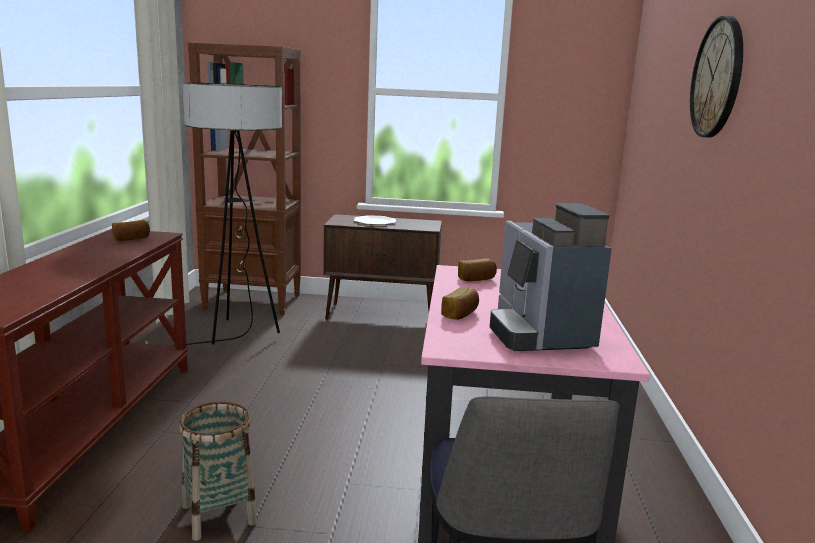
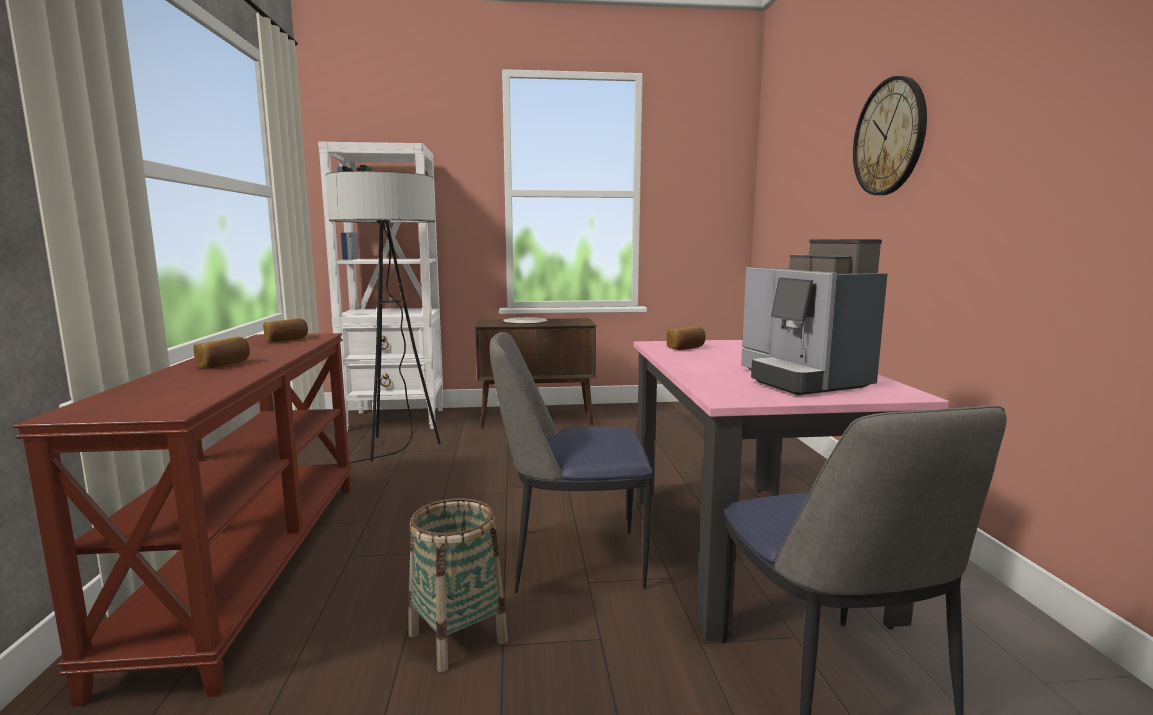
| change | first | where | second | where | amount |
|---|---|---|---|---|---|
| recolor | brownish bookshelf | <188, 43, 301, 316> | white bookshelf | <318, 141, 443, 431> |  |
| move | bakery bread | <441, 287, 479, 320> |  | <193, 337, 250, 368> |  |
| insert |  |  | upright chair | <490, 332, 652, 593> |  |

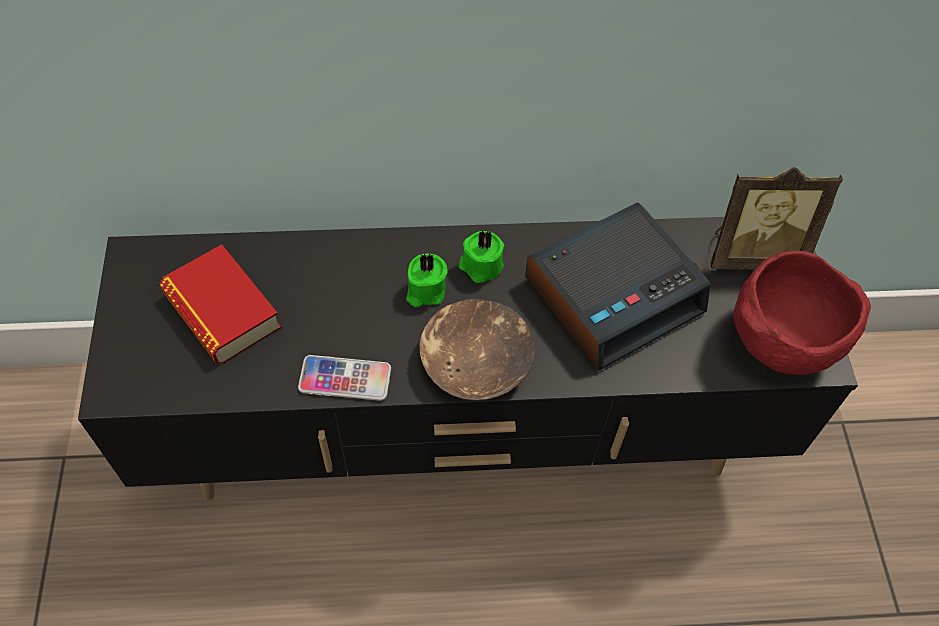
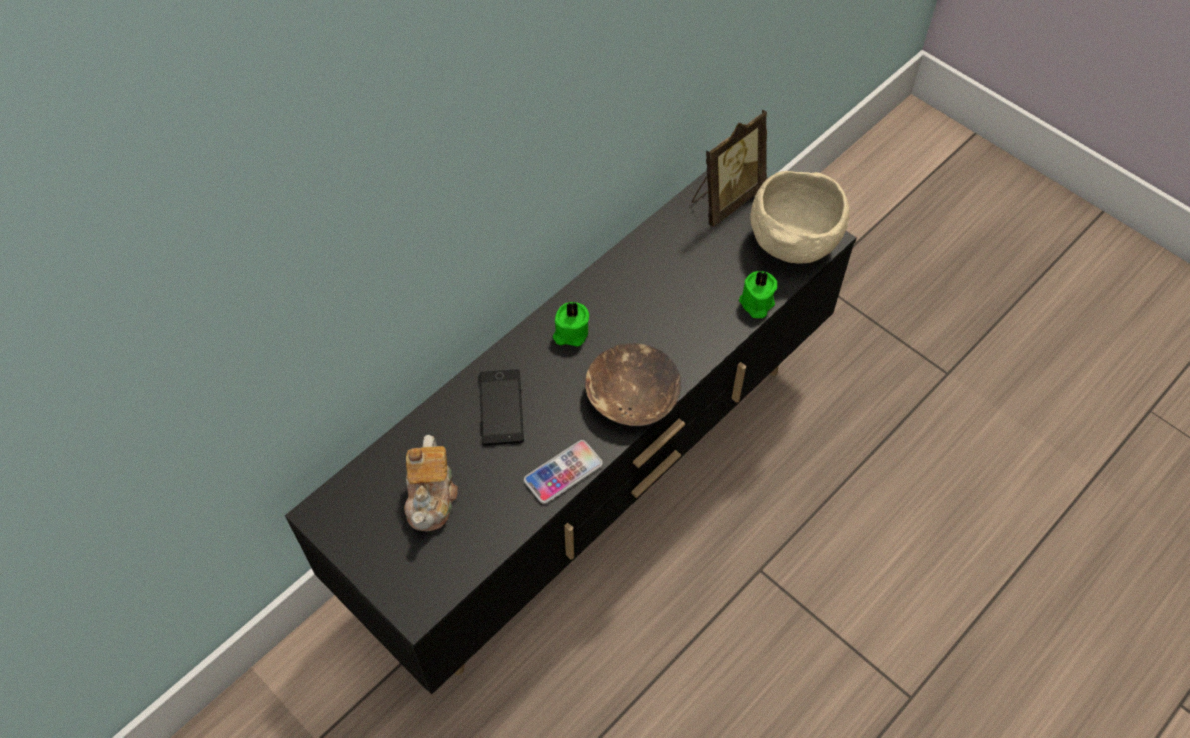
| change | first | where | second | where | amount |
|---|---|---|---|---|---|
| replace | book | <159, 244, 281, 364> | teapot | <404, 435, 458, 531> |  |
| move | green wax candle | <406, 254, 448, 307> |  | <739, 271, 777, 318> |  |
| delete | alarm clock | <525, 202, 711, 371> |  |  |  |
| recolor | red bowl | <733, 251, 871, 375> | beige bowl | <750, 171, 849, 264> |  |
| insert |  |  | telephone | <479, 369, 524, 445> |  |

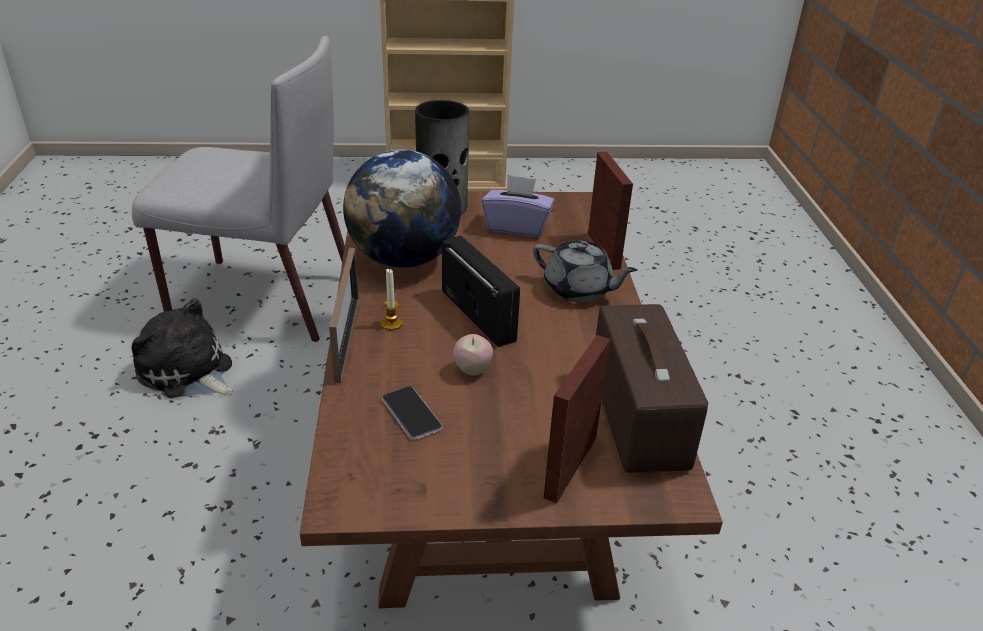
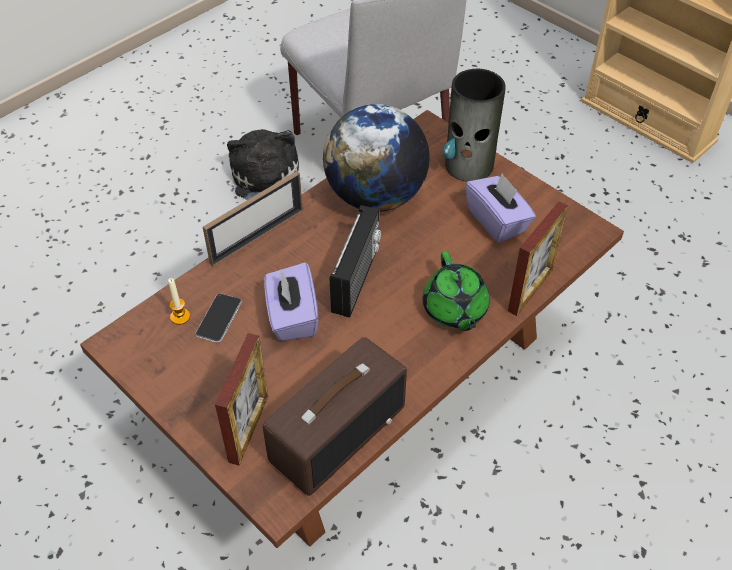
| change | first | where | second | where | amount |
|---|---|---|---|---|---|
| move | wax candle | <381, 268, 403, 330> |  | <168, 278, 190, 325> |  |
| replace | apple fruit | <453, 334, 493, 376> | purple-coloured box of tissues | <264, 262, 318, 341> |  |
| recolor | gray teapot | <533, 240, 638, 302> | green teapot | <423, 251, 490, 331> |  |
| rotate | picture frame | <544, 335, 610, 503> |  | <215, 333, 268, 466> | 120 degrees clockwise |

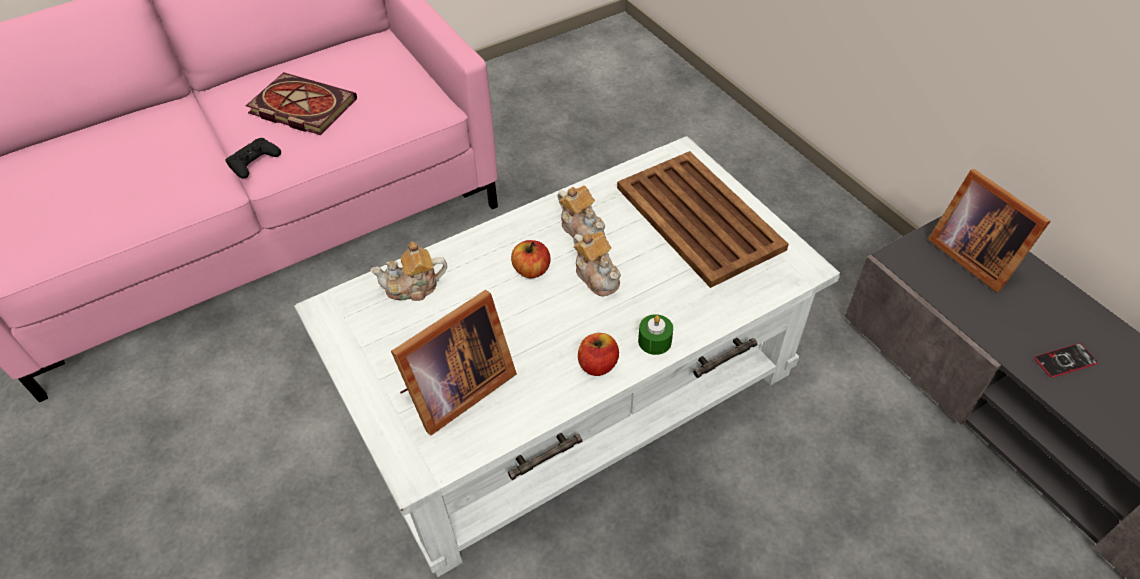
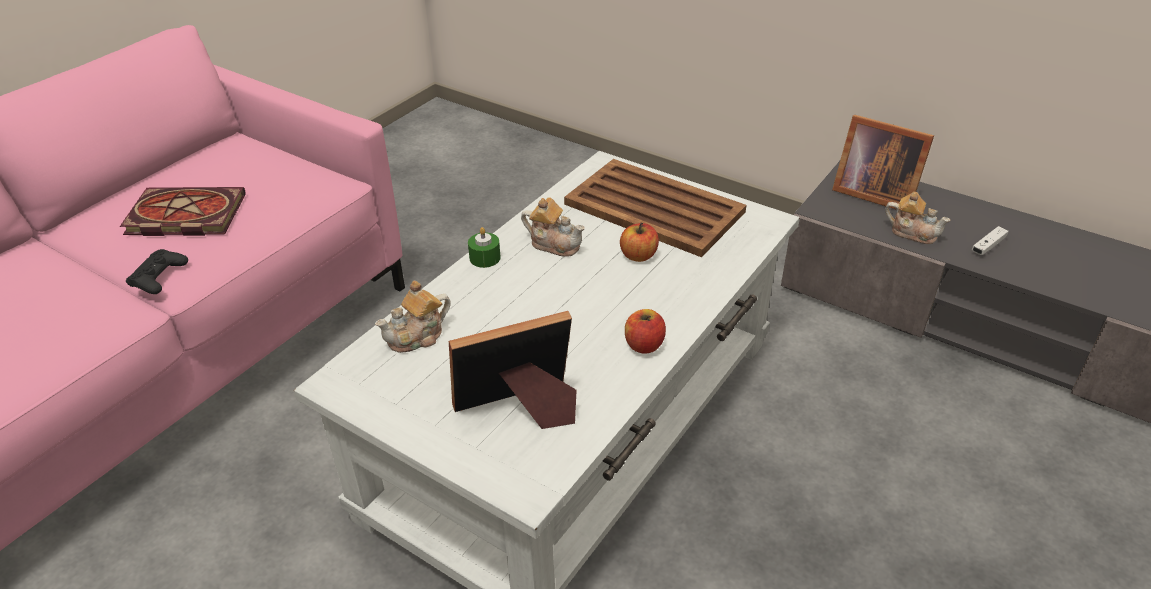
| change | first | where | second | where | amount |
|---|---|---|---|---|---|
| rotate | picture frame | <391, 290, 517, 436> |  | <449, 311, 577, 429> | 135 degrees counterclockwise |
| move | apple fruit | <511, 240, 551, 278> |  | <620, 223, 659, 262> |  |
| move | teapot | <573, 231, 621, 296> |  | <885, 192, 951, 244> |  |
| move | green wax candle | <638, 314, 673, 355> |  | <468, 227, 501, 268> |  |
| replace | telephone | <1035, 343, 1098, 378> | white gamepad | <972, 226, 1009, 255> |  |

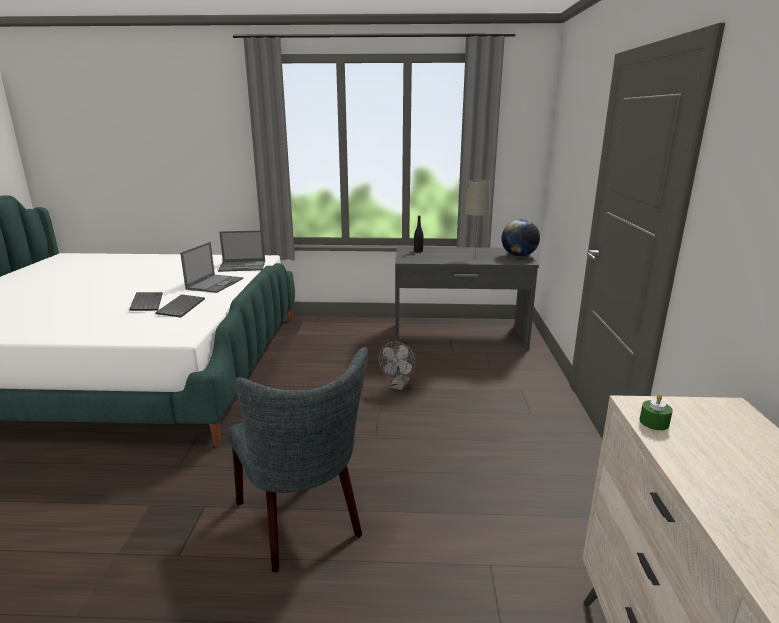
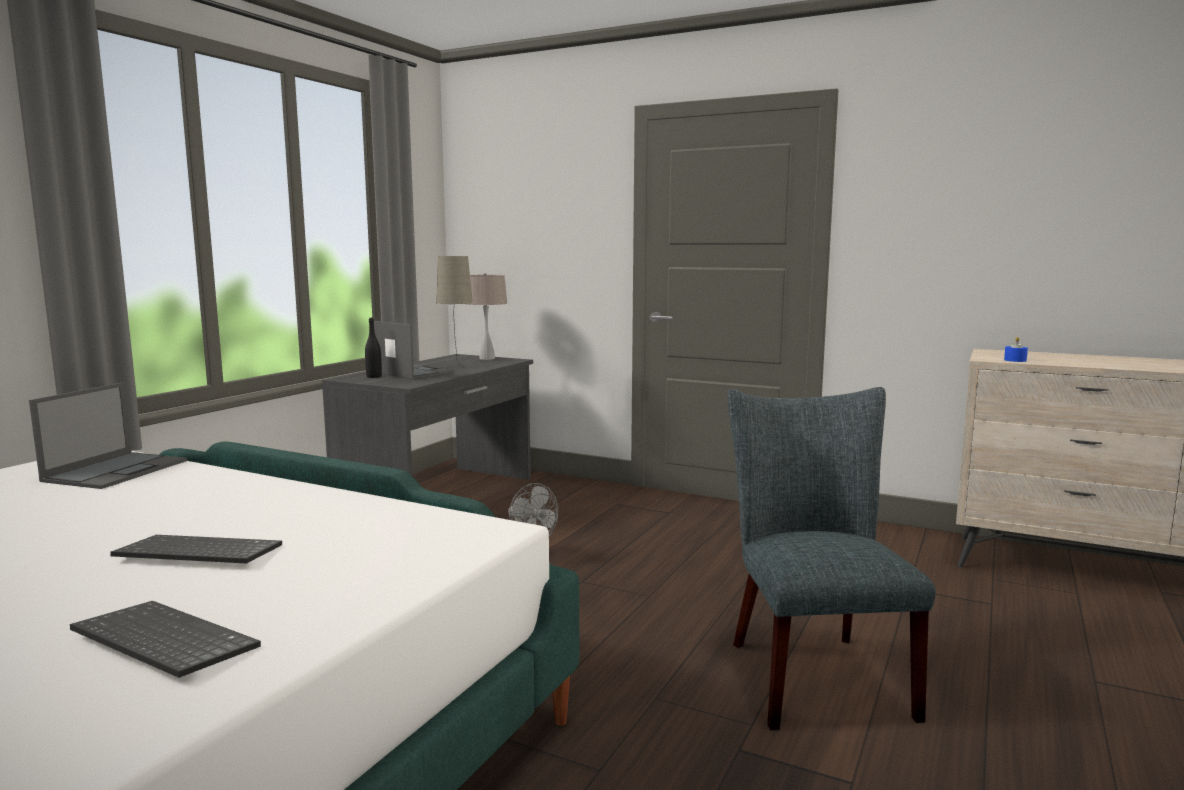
| change | first | where | second | where | amount |
|---|---|---|---|---|---|
| move | PC keyboard | <155, 294, 205, 318> |  | <70, 601, 261, 678> |  |
| move | portable computer | <180, 242, 243, 293> |  | <374, 321, 454, 379> |  |
| rotate | gray upright chair | <227, 347, 368, 572> |  | <728, 387, 936, 730> | 90 degrees counterclockwise |
| replace | world globe | <502, 219, 540, 257> | beige tabletop lamp | <467, 273, 507, 360> |  |
| recolor | green wax candle | <639, 394, 673, 430> | bluish wax candle | <1004, 337, 1028, 362> |  |

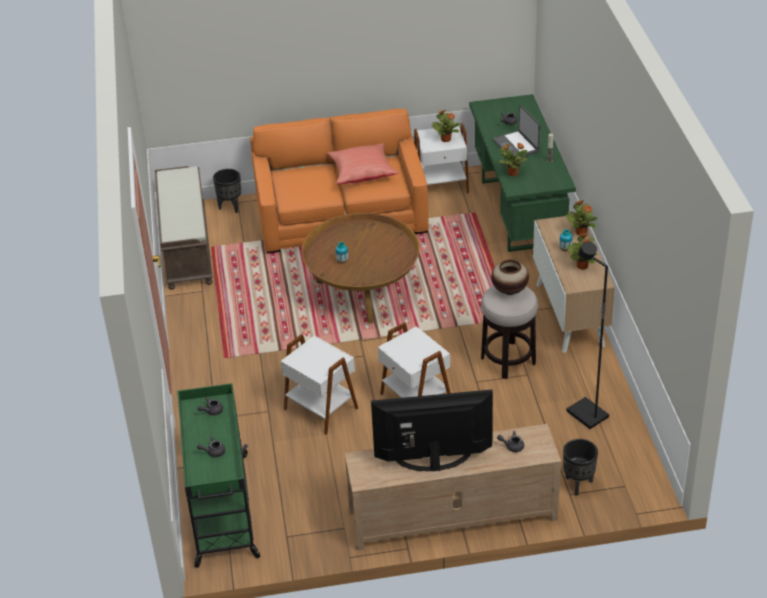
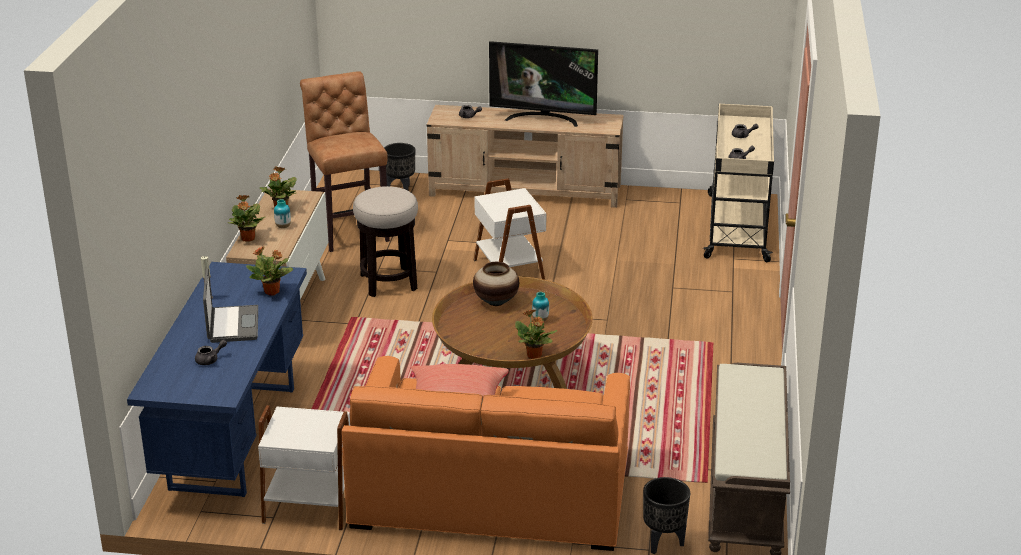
| change | first | where | second | where | amount |
|---|---|---|---|---|---|
| recolor | green trolley | <177, 383, 260, 568> | beige trolley | <703, 104, 774, 262> |  |
| delete | white end table | <281, 334, 358, 435> |  |  |  |
| move | potted plant | <432, 110, 460, 142> |  | <515, 310, 557, 359> |  |
| recolor | green desk table | <469, 94, 576, 252> | bluish desk table | <127, 262, 307, 497> |  |
| move | decorative vase | <491, 260, 529, 295> |  | <473, 262, 519, 306> |  |
| replace | black-coloured standard lamp | <567, 241, 609, 429> | brownish stool | <300, 71, 390, 252> |  |

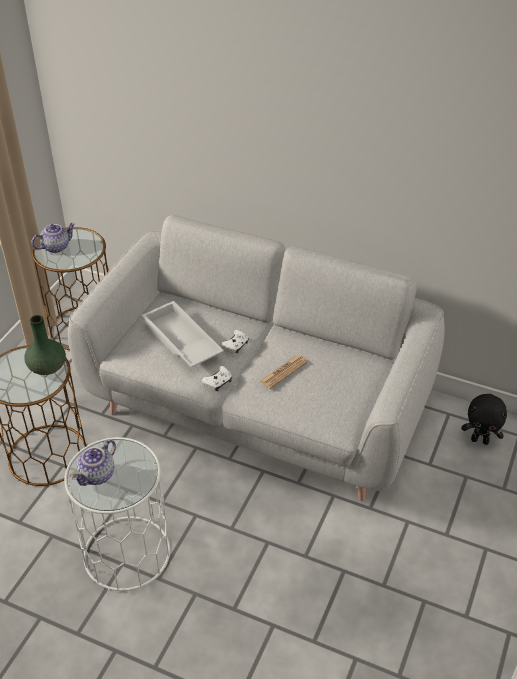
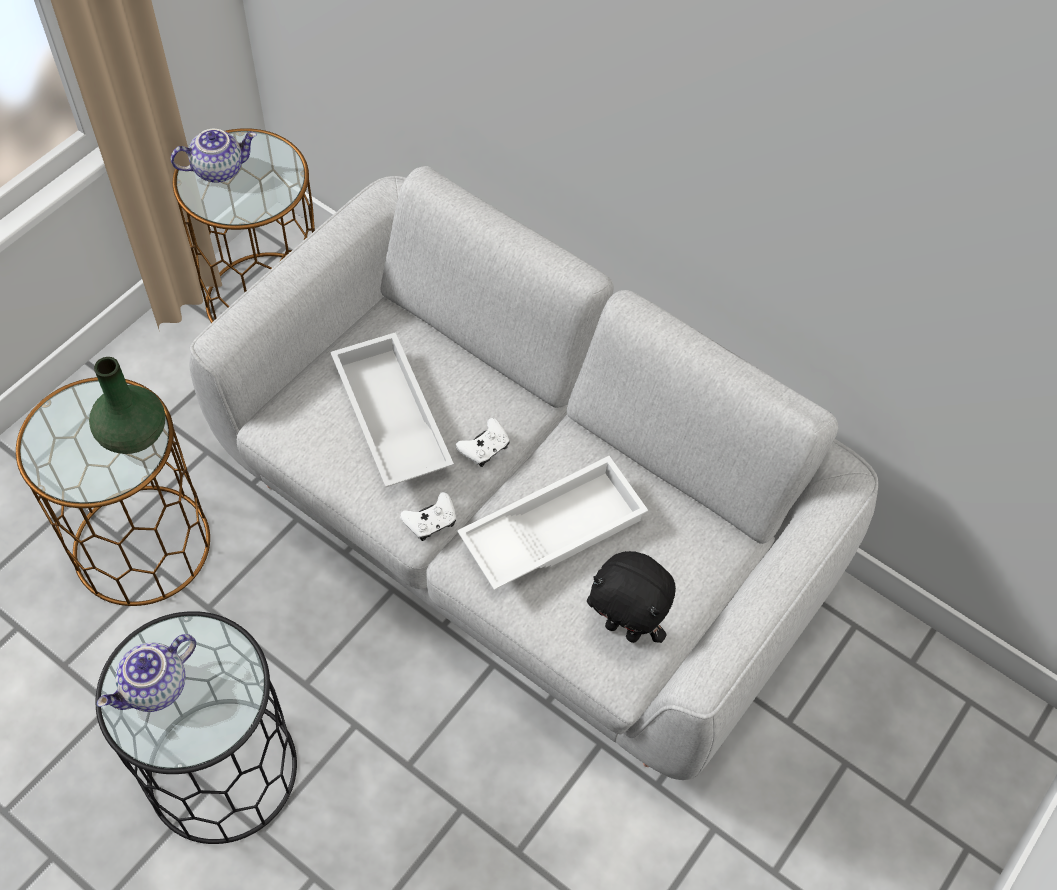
| change | first | where | second | where | amount |
|---|---|---|---|---|---|
| recolor | white end table | <64, 437, 170, 591> | black-coloured end table | <96, 611, 297, 844> |  |
| replace | printed paper | <260, 355, 308, 389> | white carrying tray | <457, 456, 648, 590> |  |
| move | black-coloured plush toy | <461, 394, 507, 445> |  | <587, 551, 676, 643> |  |

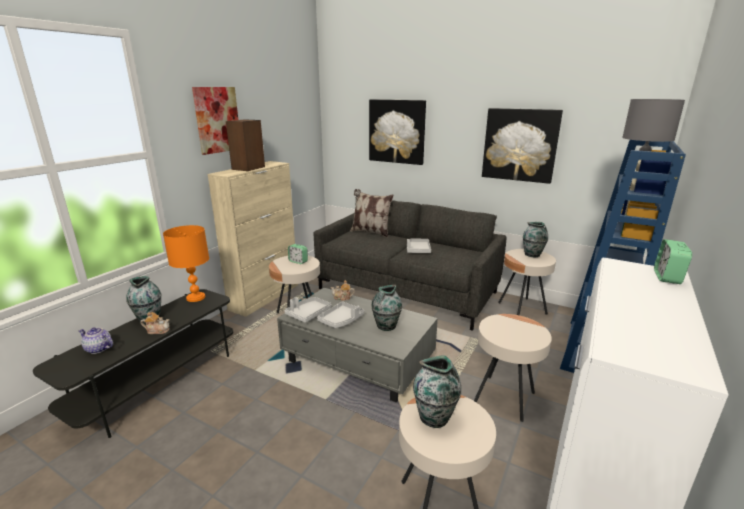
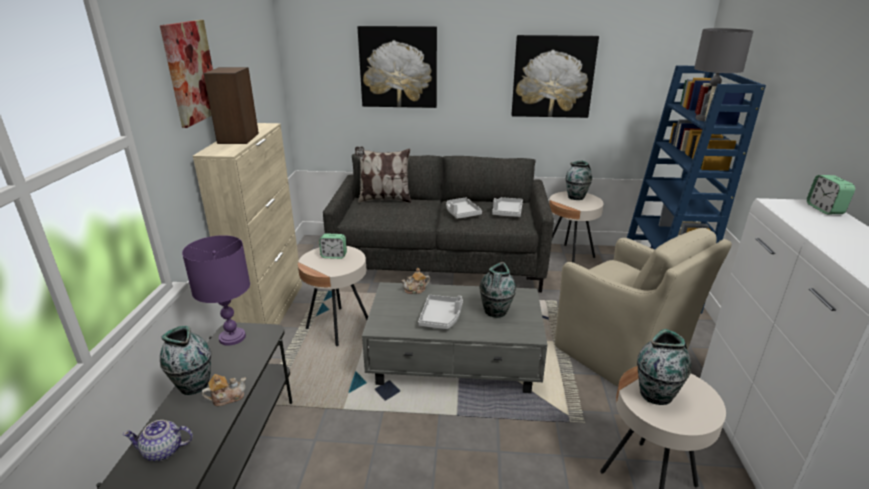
| change | first | where | second | where | amount |
|---|---|---|---|---|---|
| recolor | orange tabletop lamp | <163, 225, 209, 302> | purple-coloured tabletop lamp | <182, 235, 250, 346> |  |
| move | gray carrying tray | <285, 297, 331, 323> |  | <492, 197, 523, 217> |  |
| replace | beige end table | <474, 314, 552, 422> | beige lounge chair | <555, 228, 732, 387> |  |

